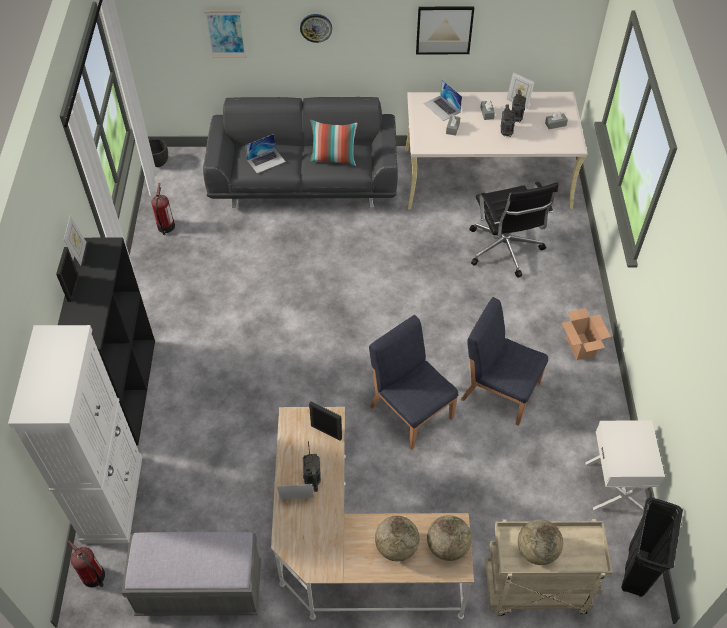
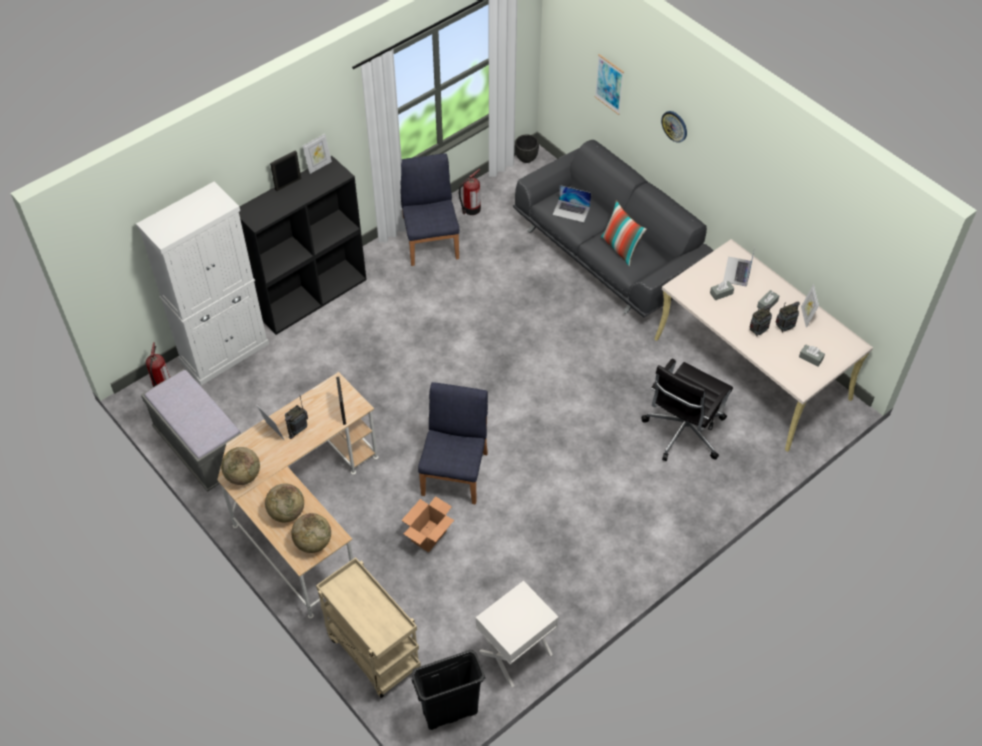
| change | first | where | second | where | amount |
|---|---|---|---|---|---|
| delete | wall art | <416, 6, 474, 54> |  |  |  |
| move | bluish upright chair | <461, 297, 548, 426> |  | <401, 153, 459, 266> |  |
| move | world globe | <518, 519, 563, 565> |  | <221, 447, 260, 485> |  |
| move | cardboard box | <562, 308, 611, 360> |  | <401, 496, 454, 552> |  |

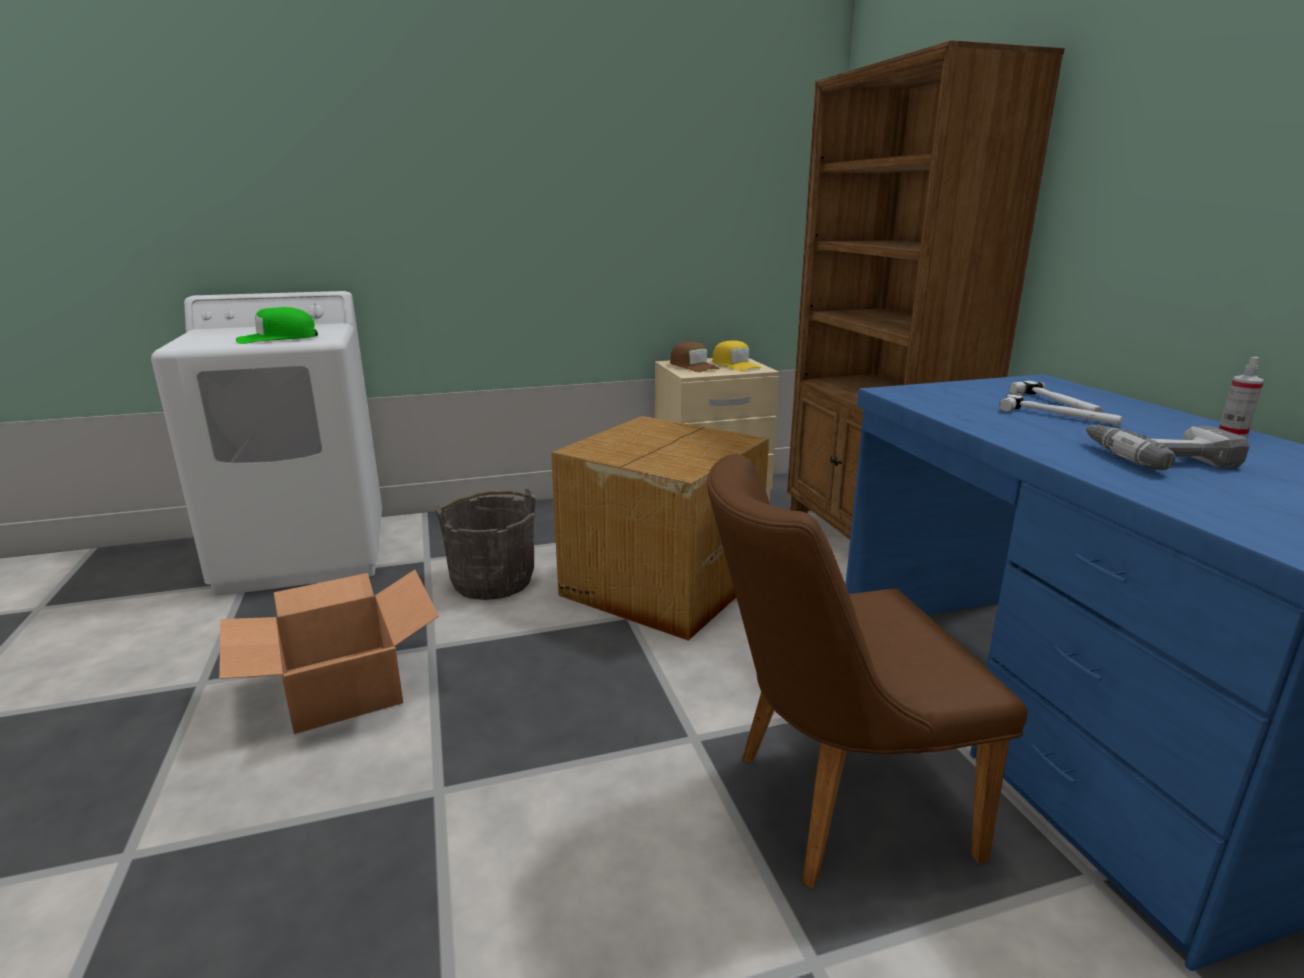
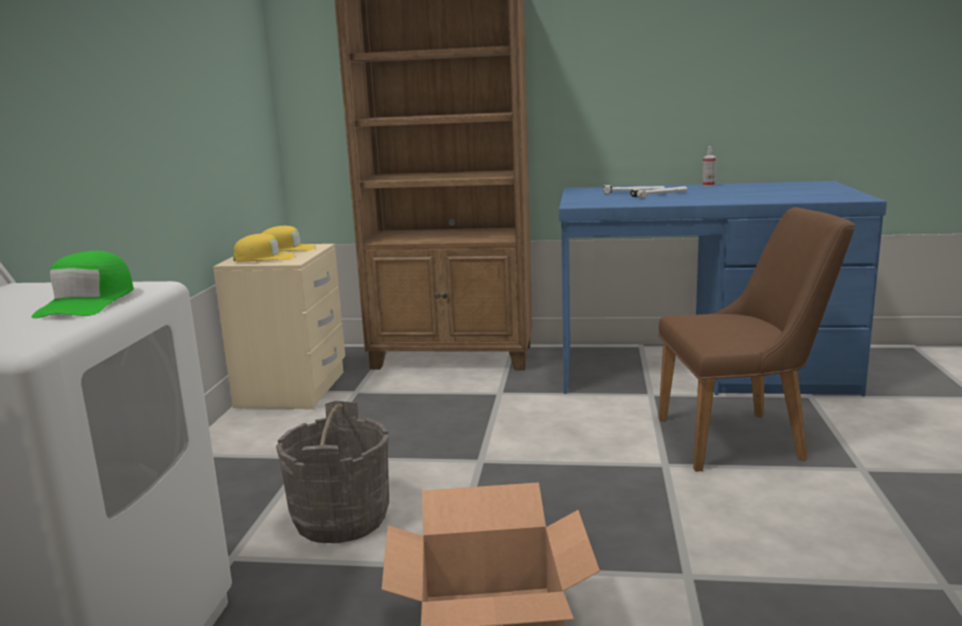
| change | first | where | second | where | amount |
|---|---|---|---|---|---|
| delete | cardboard box | <551, 416, 769, 641> |  |  |  |
| recolor | brownish peaked cap | <670, 342, 720, 372> | yellow-coloured peaked cap | <233, 233, 295, 262> |  |
| rotate | brownish upright chair | <707, 454, 1028, 889> |  | <658, 207, 855, 472> | 105 degrees counterclockwise |
| delete | power drill | <1086, 425, 1249, 470> |  |  |  |

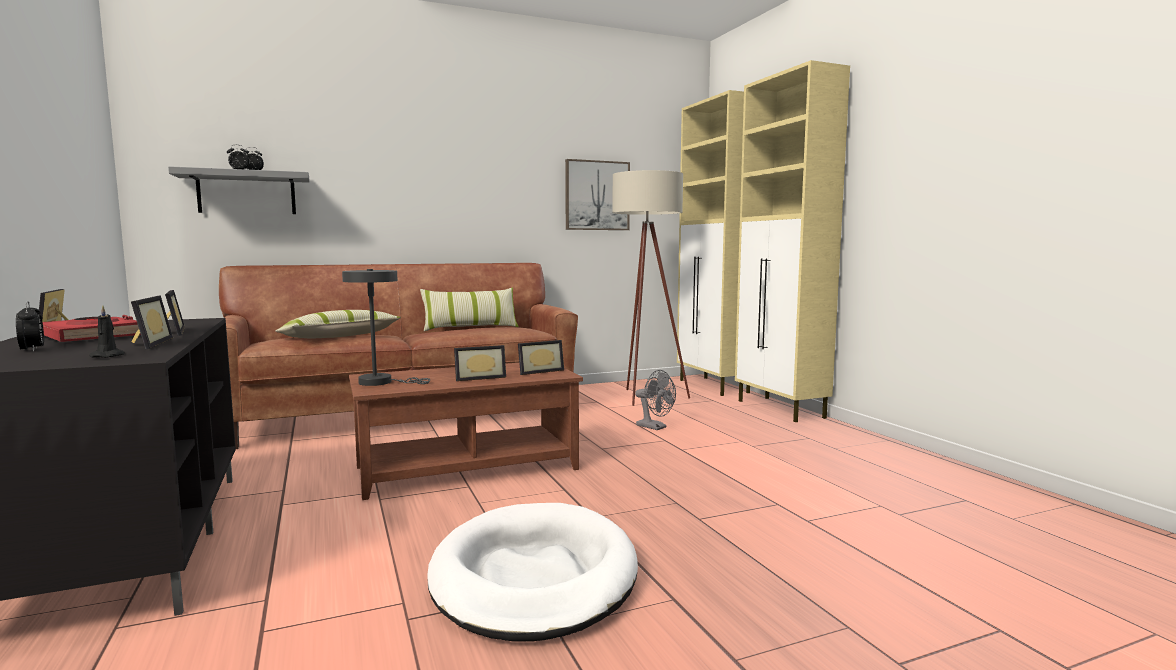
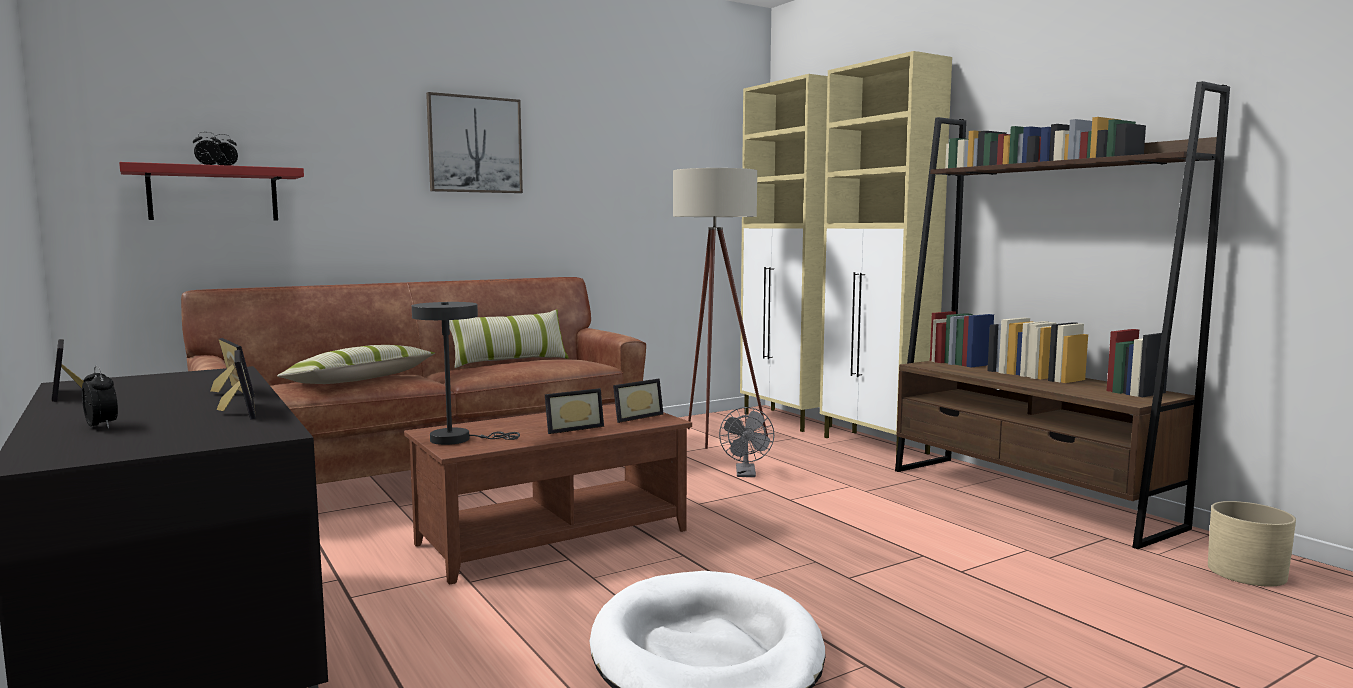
| change | first | where | second | where | amount |
|---|---|---|---|---|---|
| delete | red book | <42, 315, 141, 342> |  |  |  |
| delete | black-coloured wax candle | <89, 305, 125, 358> |  |  |  |
| recolor | gray wall shelf | <168, 166, 310, 214> | red wall shelf | <119, 162, 304, 221> |  |
| move | wall art | <565, 159, 630, 230> |  | <426, 92, 523, 193> |  |
| rotate | gray electric fan | <635, 370, 676, 430> |  | <719, 407, 774, 477> | 60 degrees clockwise |
| insert |  |  | brownish bookshelf | <895, 81, 1230, 549> |  |
| insert |  |  | beige planter | <1208, 501, 1296, 587> |  |

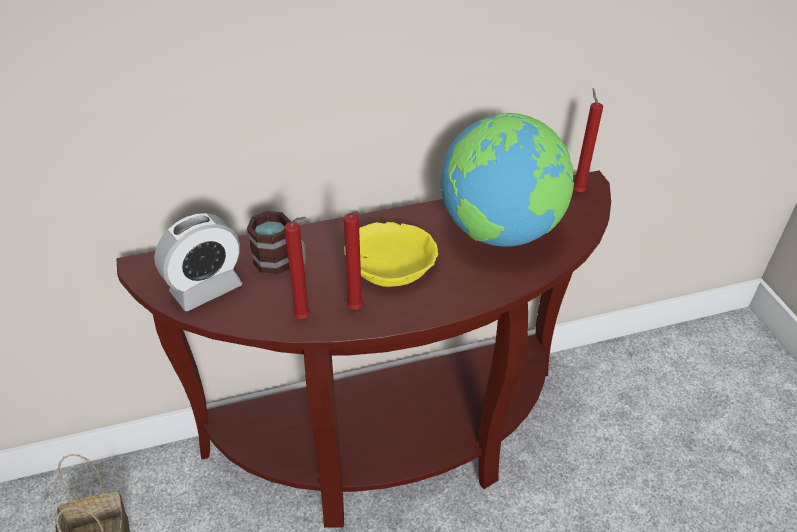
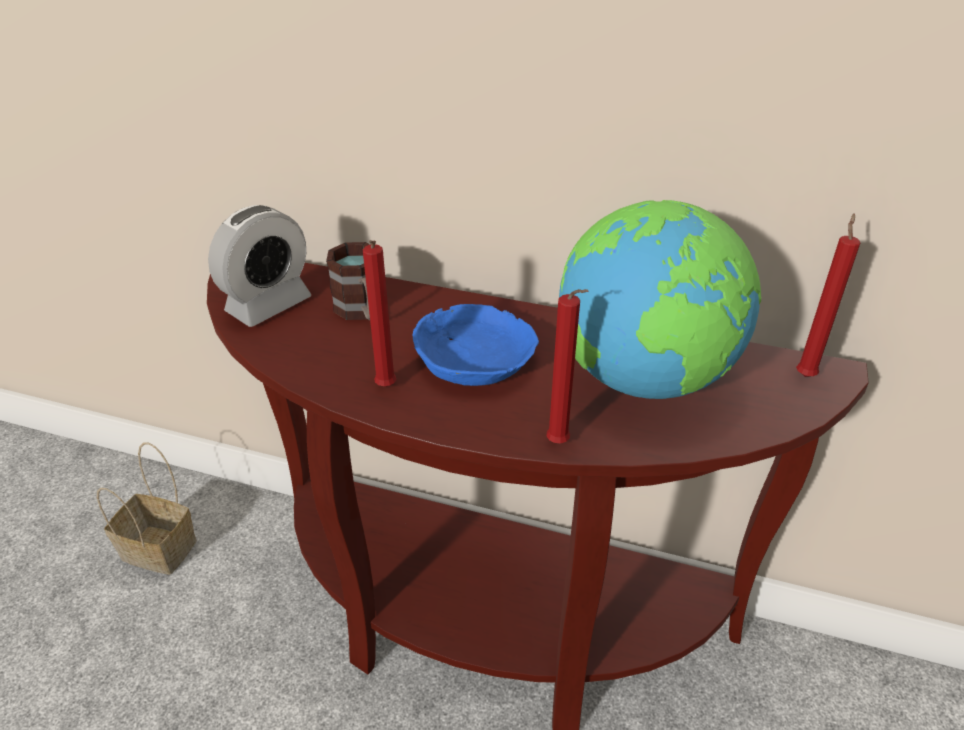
| change | first | where | second | where | amount |
|---|---|---|---|---|---|
| rotate | alarm clock | <154, 213, 243, 311> |  | <208, 205, 311, 327> | 45 degrees counterclockwise |
| move | red wax candle | <284, 217, 310, 319> |  | <546, 289, 588, 443> |  |
| recolor | yellow-coloured bowl | <344, 222, 438, 287> | bluish bowl | <412, 304, 539, 386> |  |

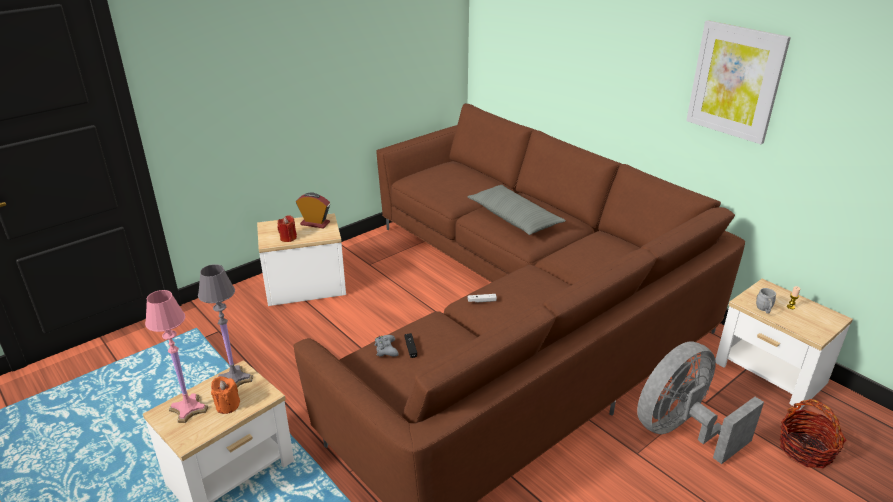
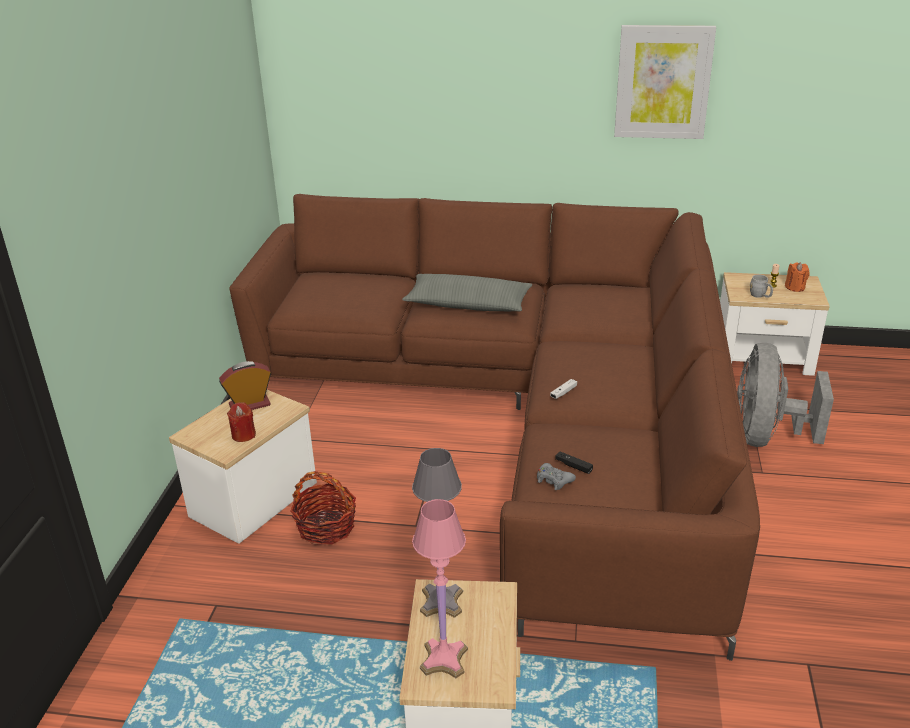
| change | first | where | second | where | amount |
|---|---|---|---|---|---|
| move | orange wax candle | <211, 376, 240, 414> |  | <785, 263, 810, 292> |  |
| move | household basket | <780, 399, 846, 468> |  | <291, 471, 356, 545> |  |

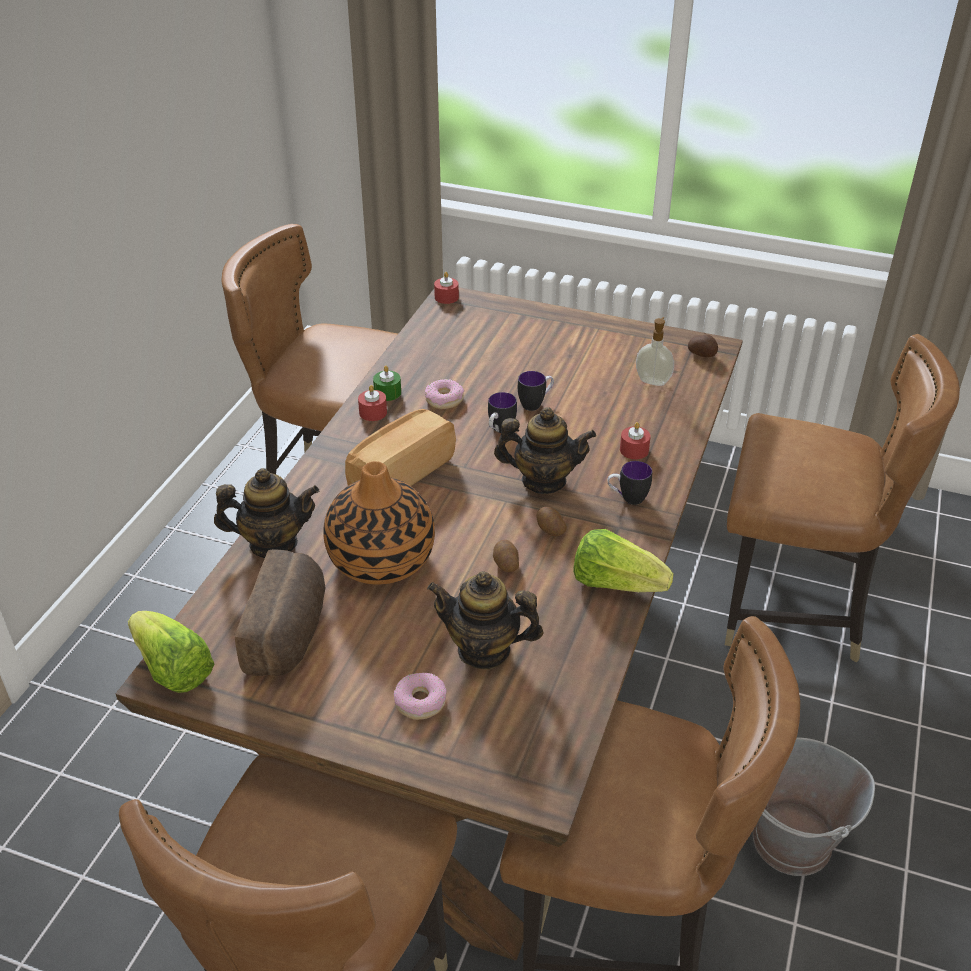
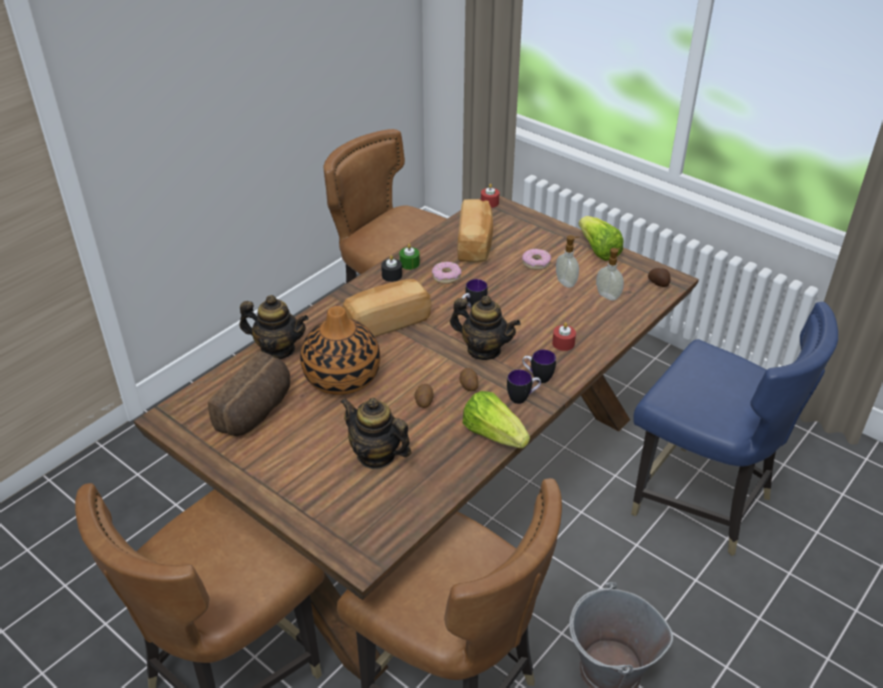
| change | first | where | second | where | amount |
|---|---|---|---|---|---|
| move | lettuce head | <128, 611, 214, 693> |  | <578, 216, 624, 261> |  |
| recolor | red wax candle | <358, 385, 387, 421> | black-coloured wax candle | <381, 255, 402, 282> |  |
| move | donut | <394, 673, 446, 720> |  | <522, 249, 551, 270> |  |
| move | mug | <518, 371, 554, 411> |  | <507, 370, 541, 404> |  |
| recolor | brownish upright chair | <725, 334, 960, 662> | bluish upright chair | <631, 302, 838, 556> |  |
| insert |  |  | bakery bread | <457, 199, 493, 262> |  |
| insert |  |  | liquid soap bottle | <556, 235, 579, 288> |  |

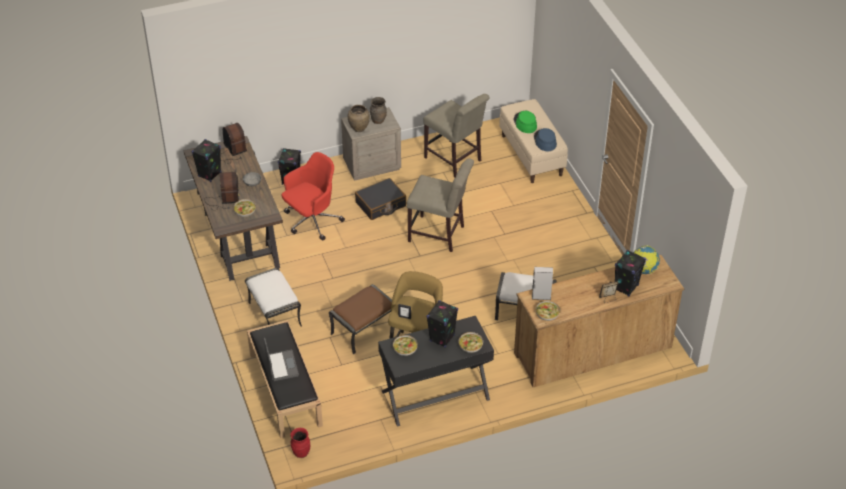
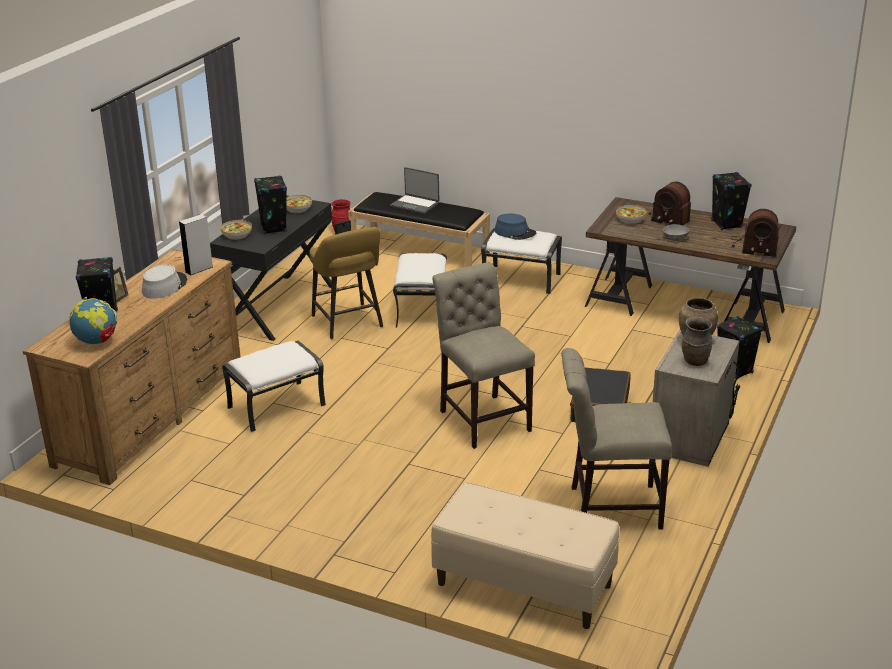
| change | first | where | second | where | amount |
|---|---|---|---|---|---|
| delete | red computer chair | <282, 152, 345, 241> |  |  |  |
| recolor | brownish pouffe | <329, 284, 392, 354> | white pouffe | <393, 253, 447, 328> |  |
| rotate | beige upright chair | <407, 159, 474, 252> |  | <432, 262, 535, 449> | 90 degrees clockwise |
| delete | green clothing hat | <514, 111, 537, 133> |  |  |  |
| move | bluish clothing hat | <534, 128, 557, 151> |  | <495, 214, 536, 240> |  |
| delete | bowl | <536, 301, 560, 321> |  |  |  |
| insert |  |  | gray clothing hat | <142, 265, 187, 299> |  |

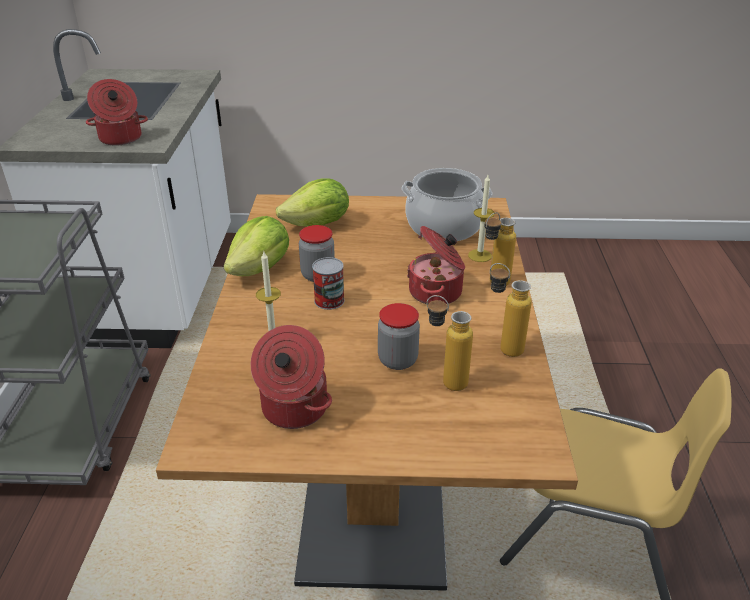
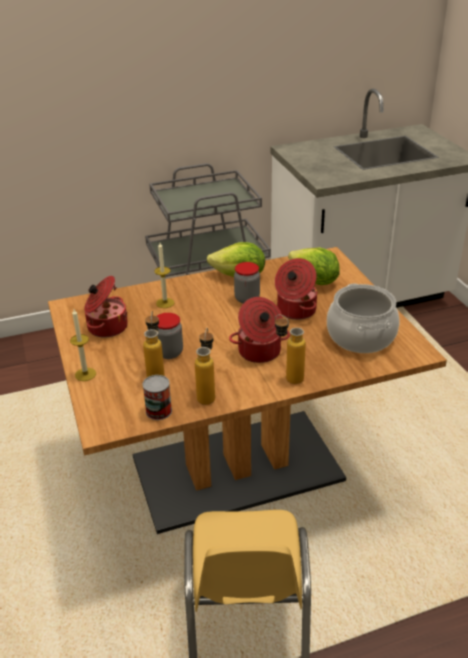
| change | first | where | second | where | amount |
|---|---|---|---|---|---|
| move | saucepot | <86, 79, 148, 146> |  | <275, 258, 317, 320> |  |
| move | metal can | <312, 257, 345, 310> |  | <143, 375, 172, 420> |  |
| move | wax candle | <468, 175, 495, 262> |  | <70, 309, 96, 381> |  |

